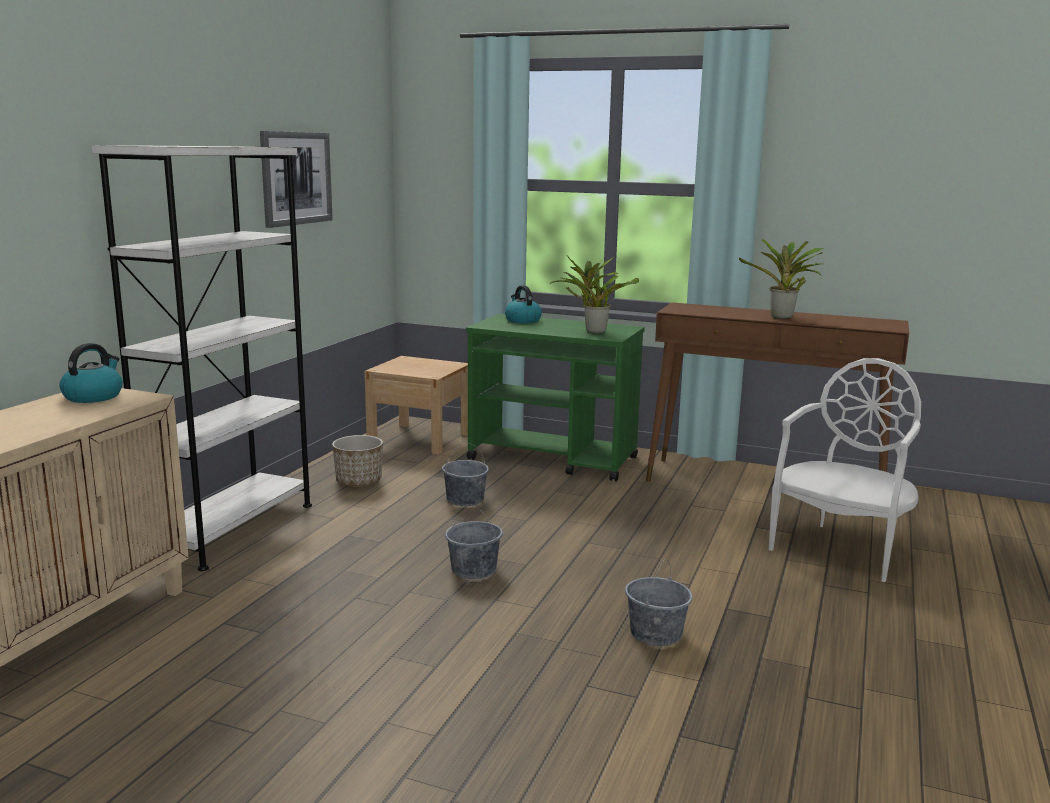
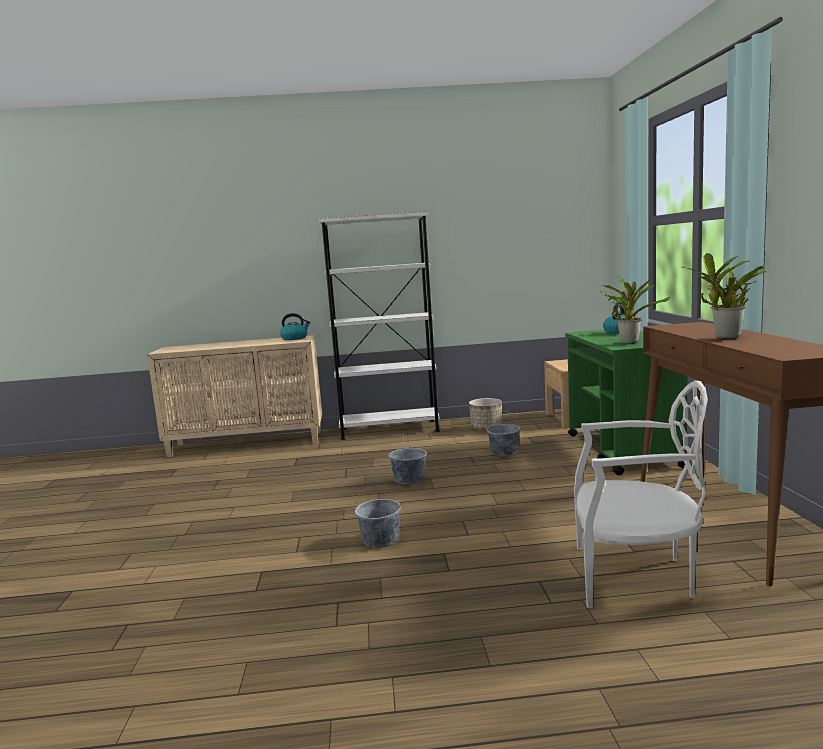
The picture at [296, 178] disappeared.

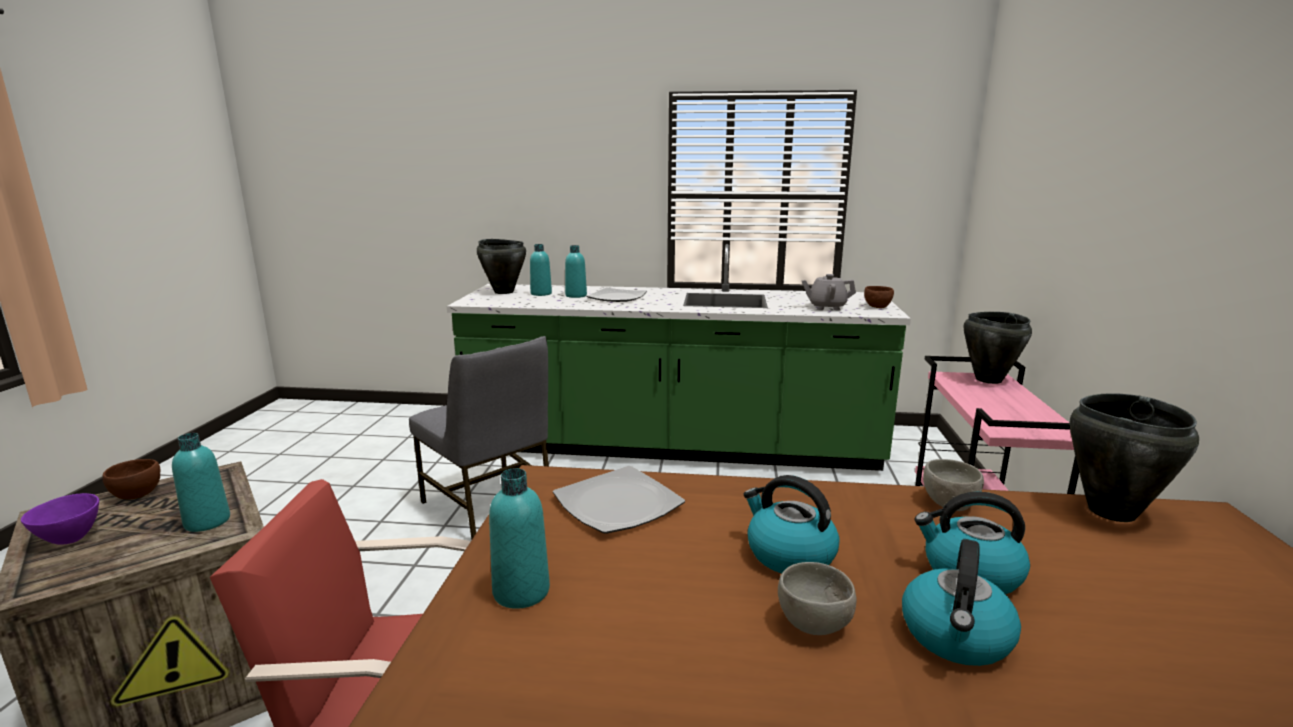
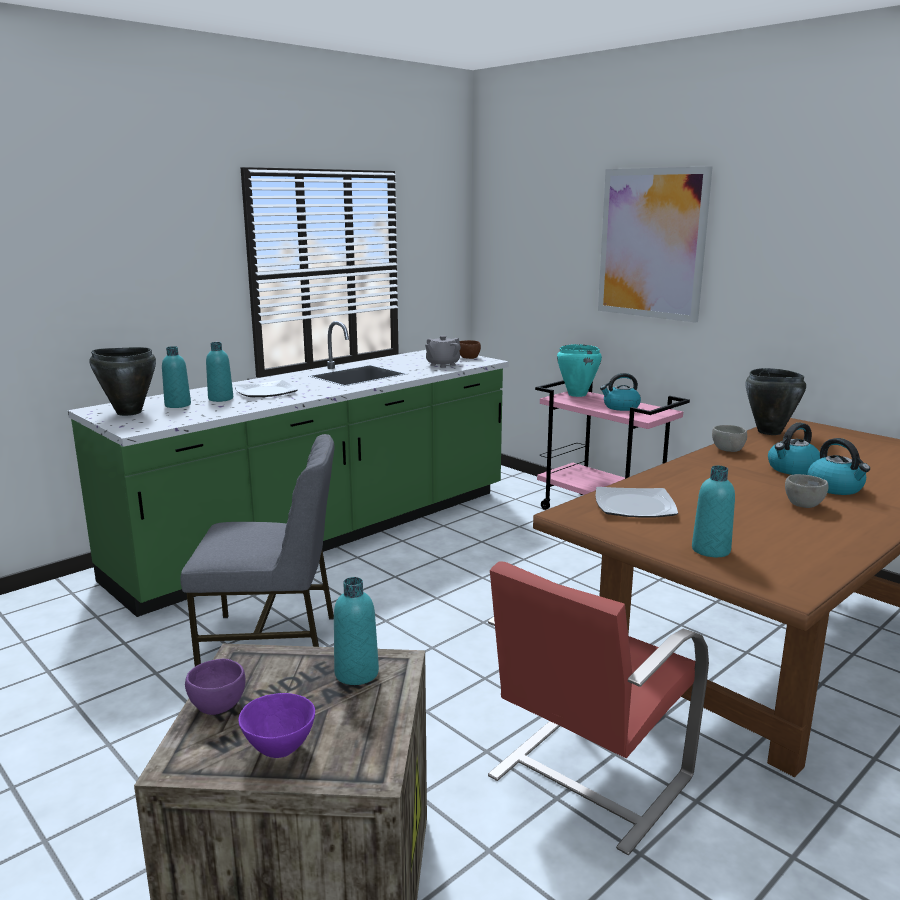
The deep dish/brown-coloured at [139, 494] became the deep dish/purple-coloured at [218, 705]. The tea kettle moved from [789, 554] to [620, 407]. The cooking pot/black-coloured at [987, 379] became the cooking pot/turquoise-coloured at [577, 394]. The picture at [652, 243] appeared.

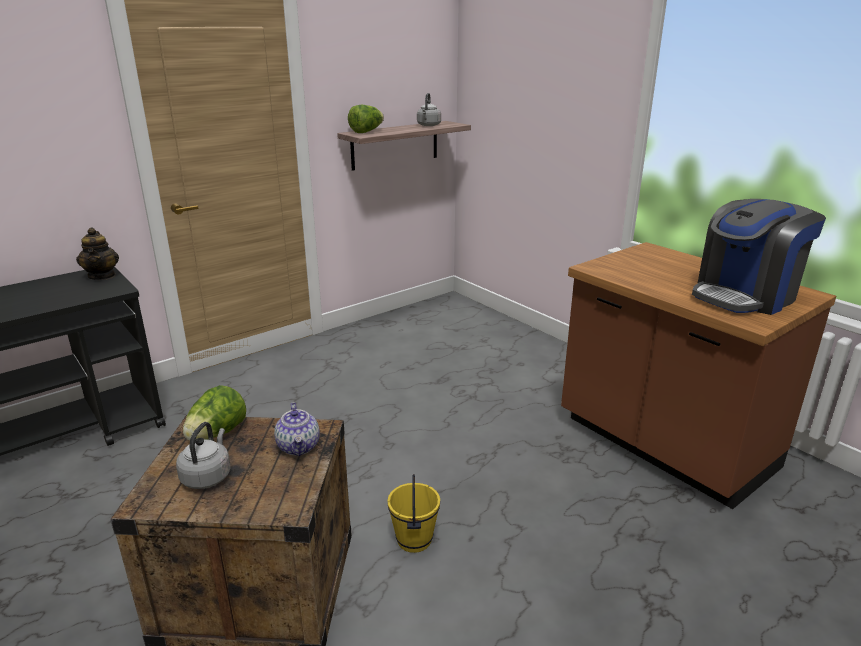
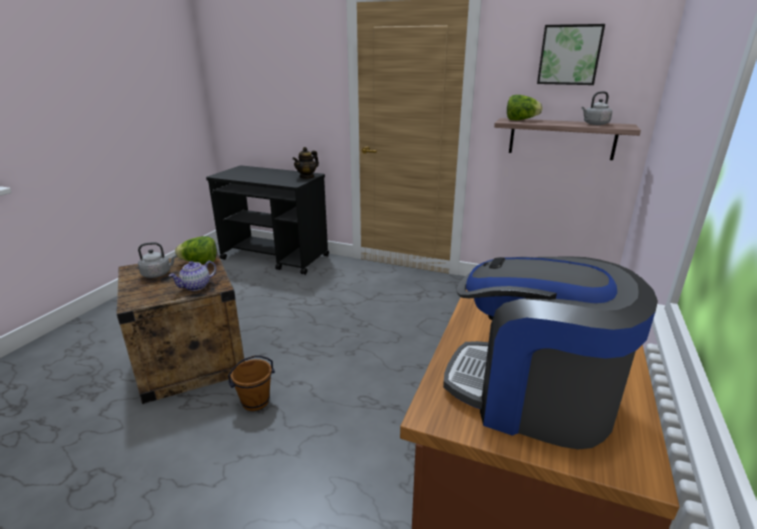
The water bucket/yellow at [415, 540] became the water bucket/brown-coloured at [255, 402]. The picture at [569, 55] appeared.

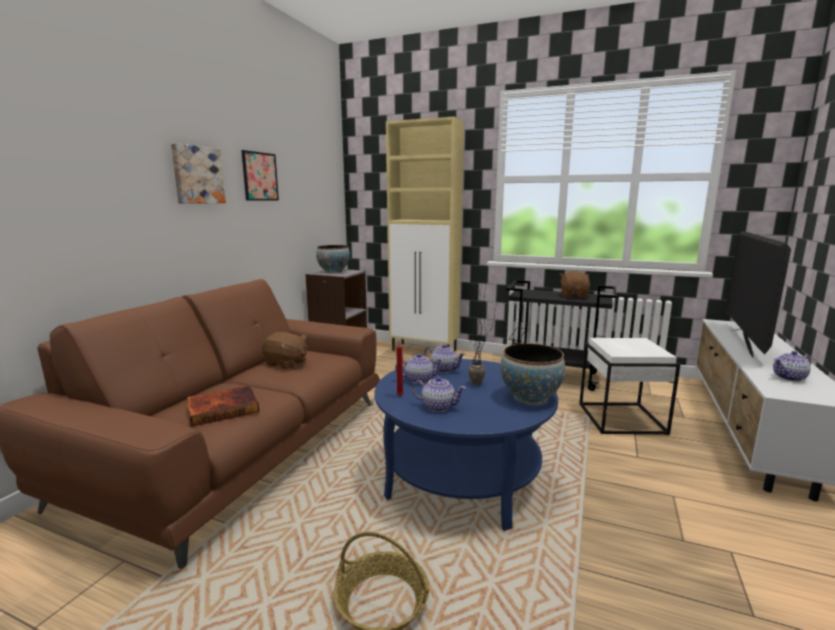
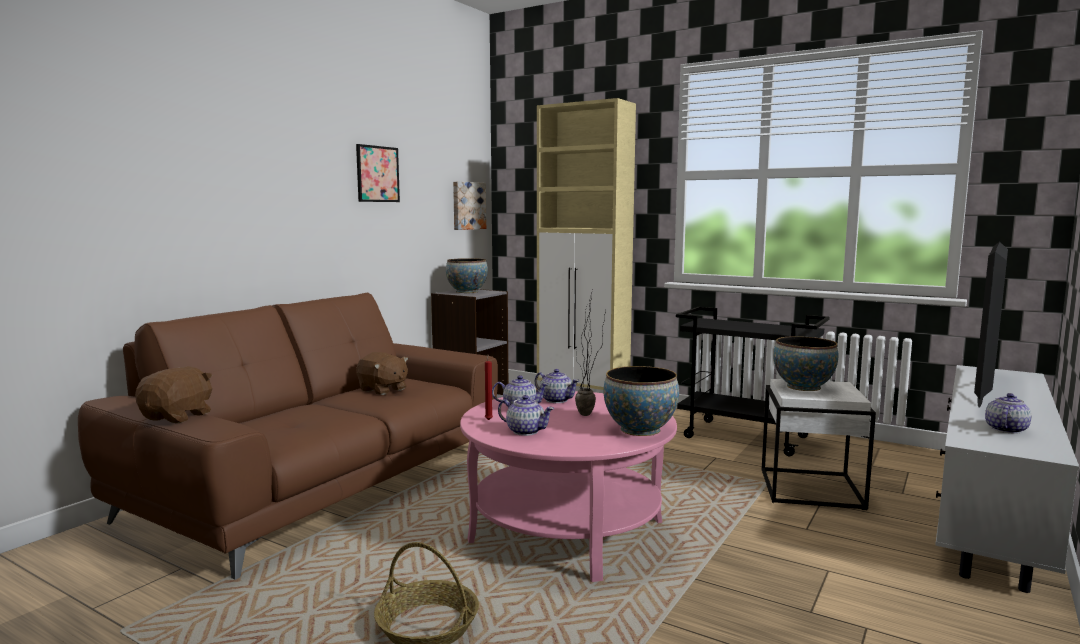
The picture moved from [197, 175] to [468, 205]. The bound book at [223, 408] disappeared. The coffee table/bluish at [462, 478] became the coffee table/pink-coloured at [567, 531]. The soft toy/brown-coloured moved from [574, 296] to [178, 416]. The tea pot at [789, 377] turned 135 degrees clockwise. The deep dish at [803, 387] appeared.

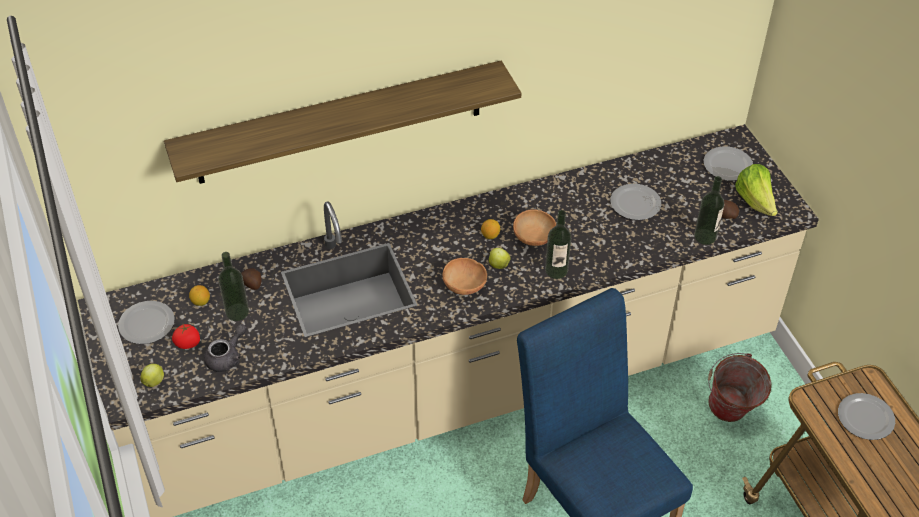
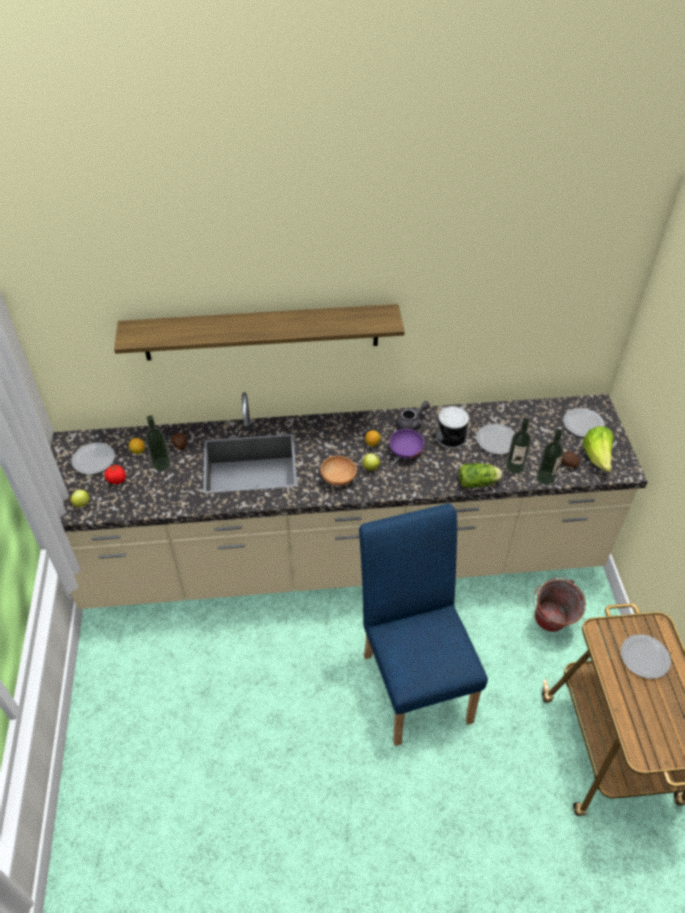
The tea pot/grey moved from [227, 357] to [412, 423]. The deep dish/brown-coloured at [533, 238] became the deep dish/purple-coloured at [405, 452]. The bottle moved from [556, 270] to [515, 466]. The can at [451, 437] appeared. The lettuce at [479, 482] appeared.

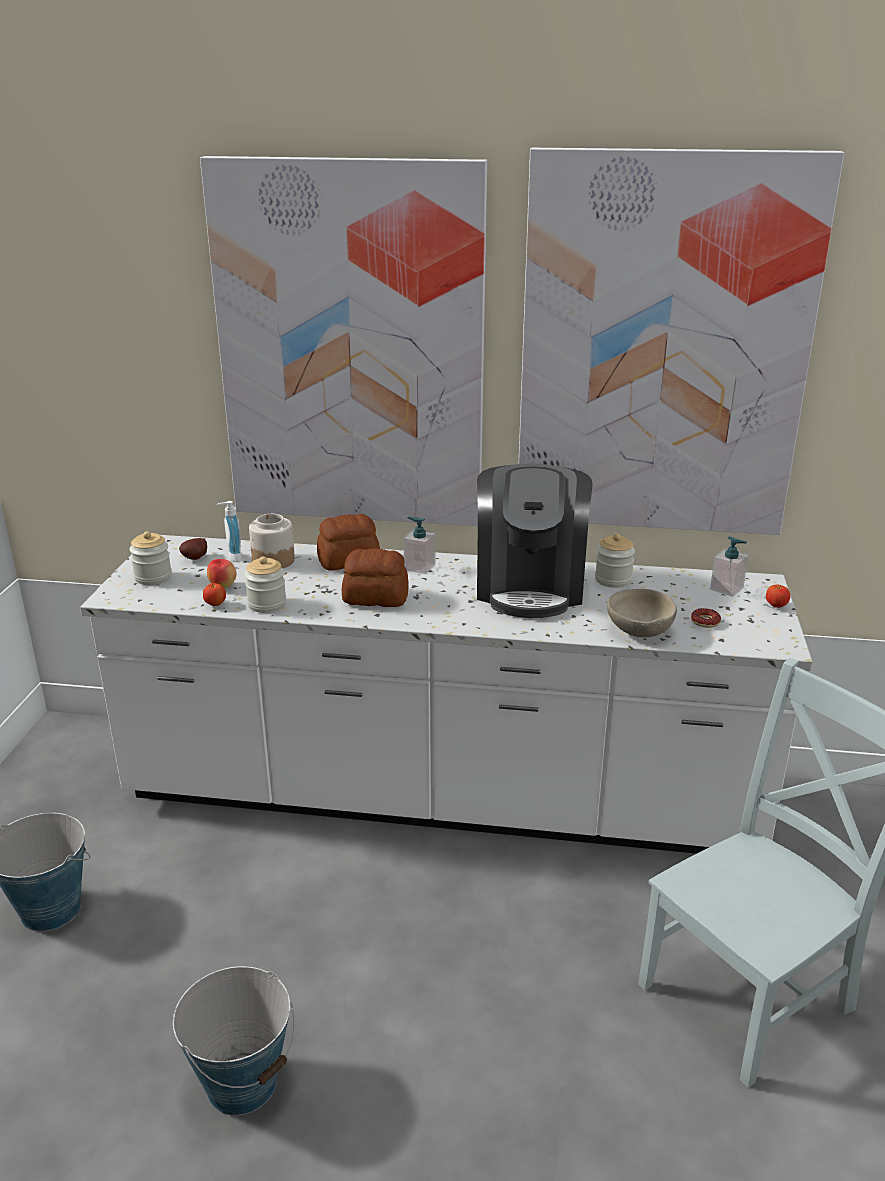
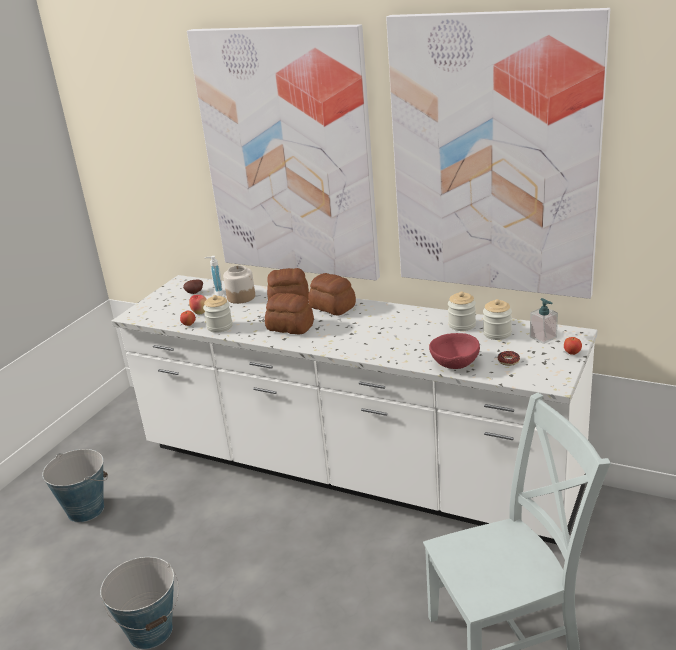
The jar moved from [153, 577] to [497, 333]. The soap bottle at [419, 567] was replaced by the bread at [332, 307]. The coffee brewer at [530, 587] disappeared. The deep dish/beige at [638, 631] became the deep dish/red at [454, 364].

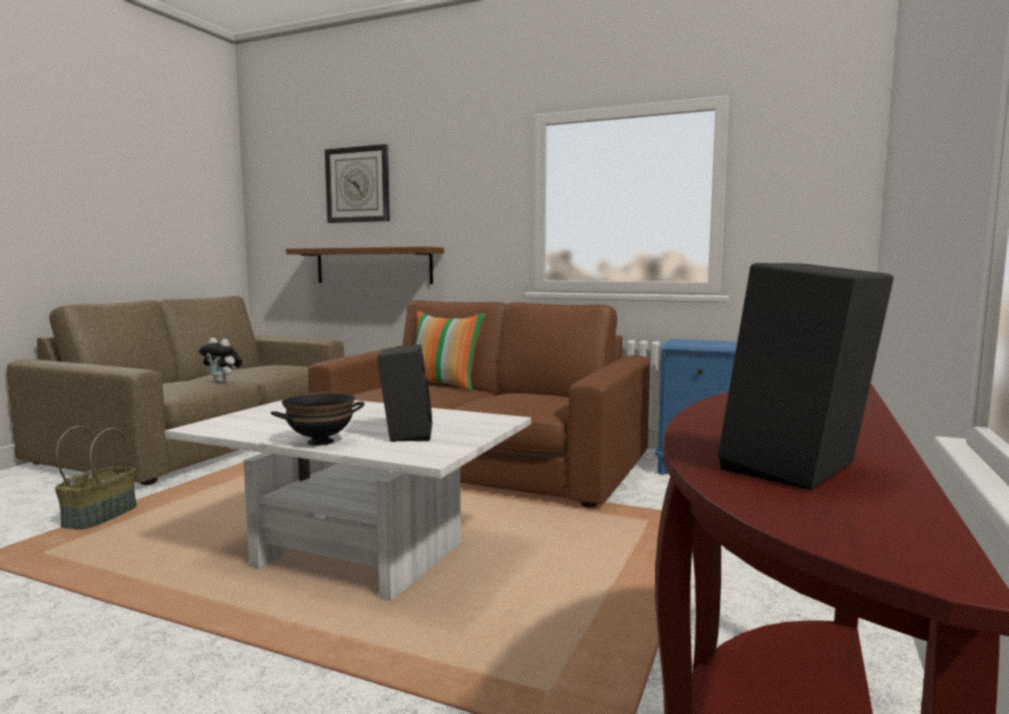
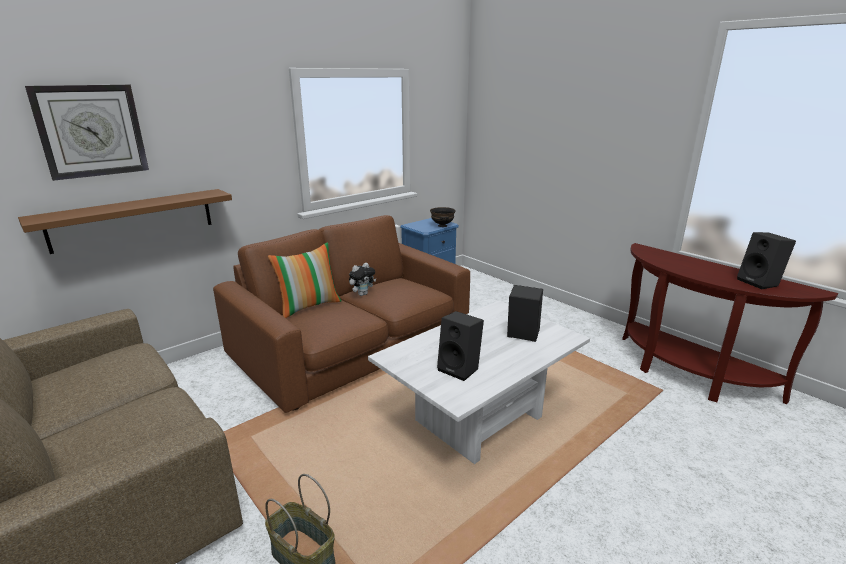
The soft toy moved from [222, 382] to [362, 294]. The deep dish/black-coloured moved from [320, 442] to [442, 225]. The audio speaker/black-coloured at [460, 369] appeared.

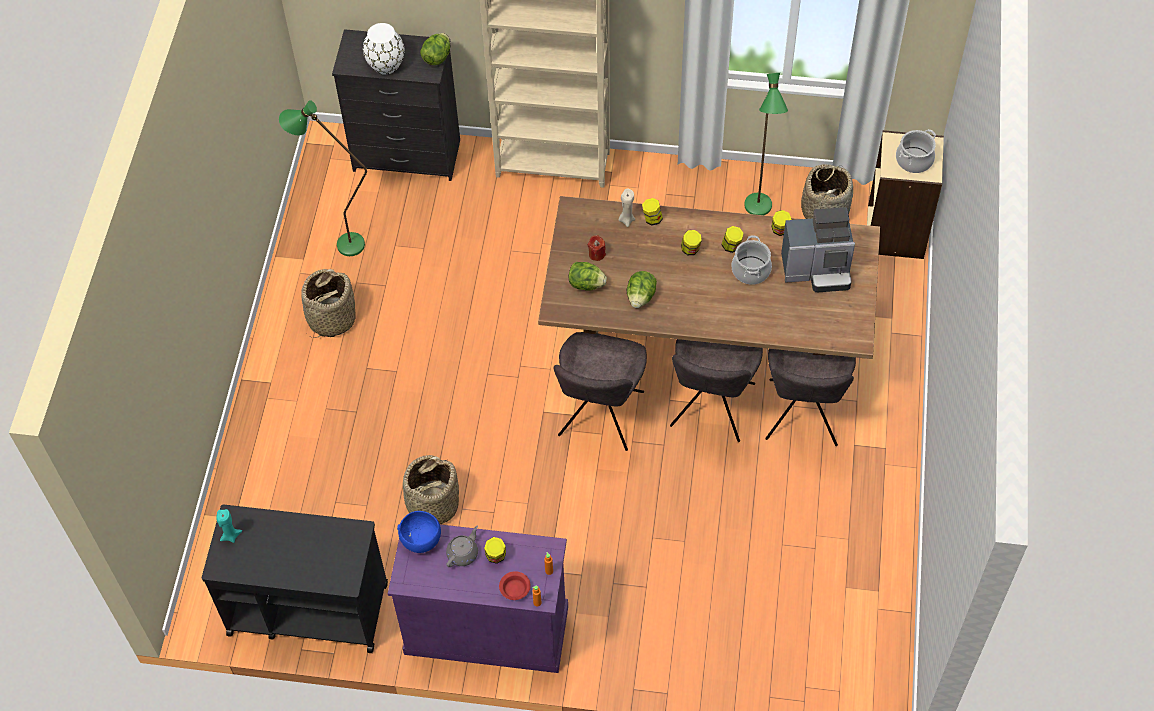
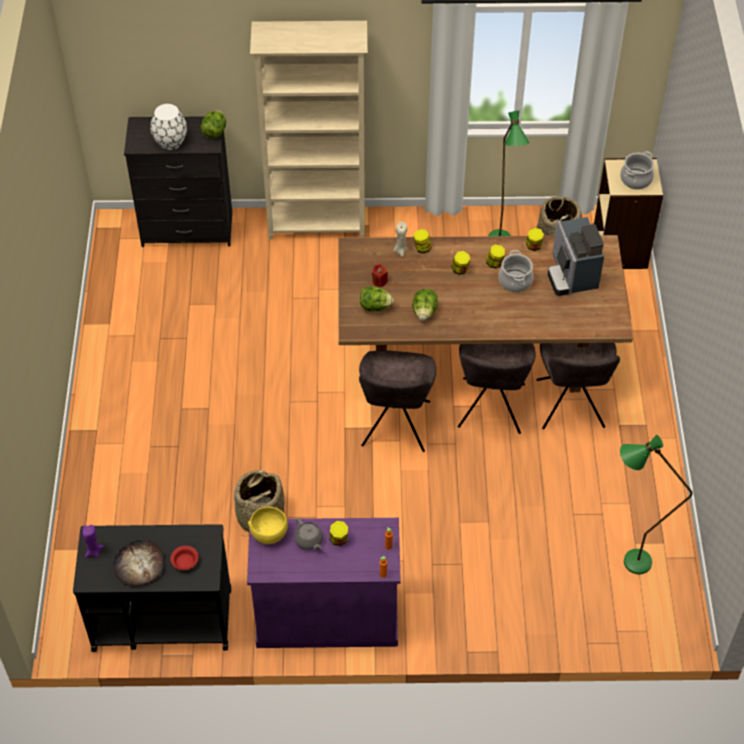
The wax light/turquoise-coloured at [230, 535] became the wax light/purple-coloured at [94, 551]. The standing lamp/green-coloured moved from [340, 244] to [626, 562]. The basket at [331, 319] disappeared. The deep dish/bluish at [421, 540] became the deep dish/yellow at [269, 534]. The tea pot/grey at [463, 553] turned 120 degrees clockwise. The deep dish/red moved from [515, 589] to [185, 562]. The coffee brewer at [817, 270] turned 90 degrees clockwise. The bread at [139, 565] appeared.

